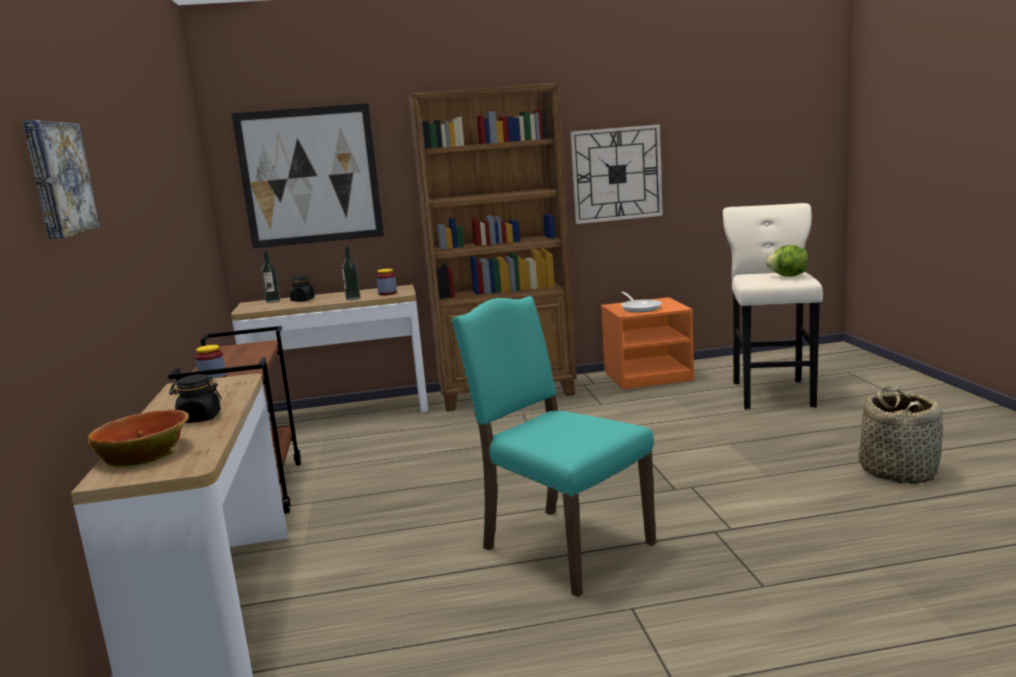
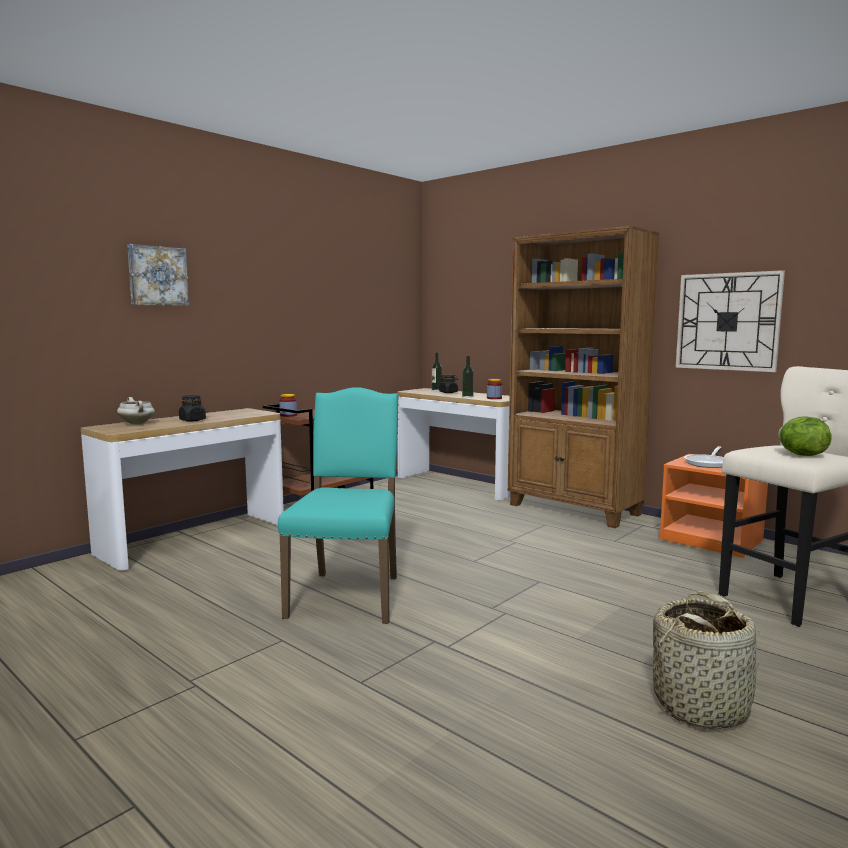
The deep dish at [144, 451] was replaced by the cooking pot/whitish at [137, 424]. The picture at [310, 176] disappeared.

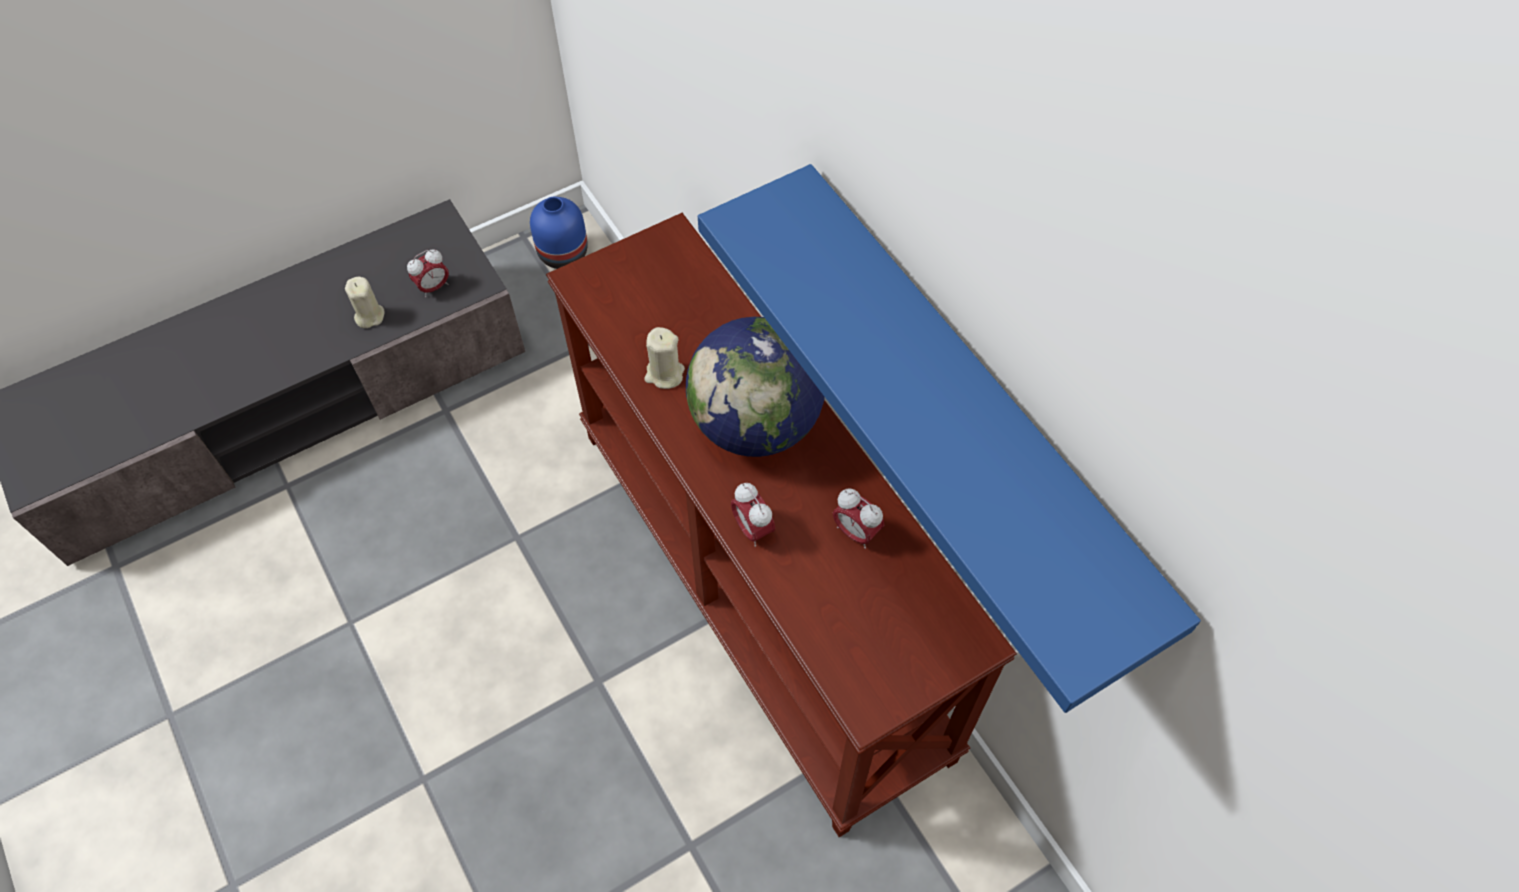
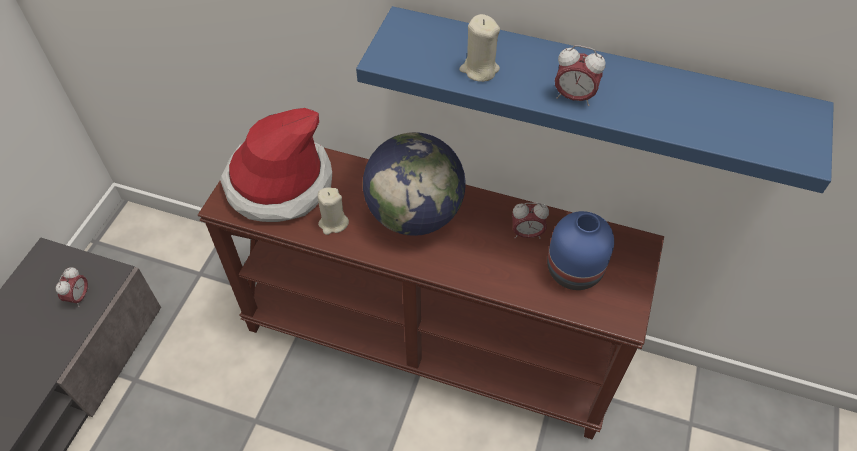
The wax light/beige moved from [369, 316] to [479, 69]. The decorative vase/bluish moved from [564, 253] to [575, 269]. The alarm clock moved from [752, 529] to [574, 97]. The wearable hat at [279, 183] appeared.

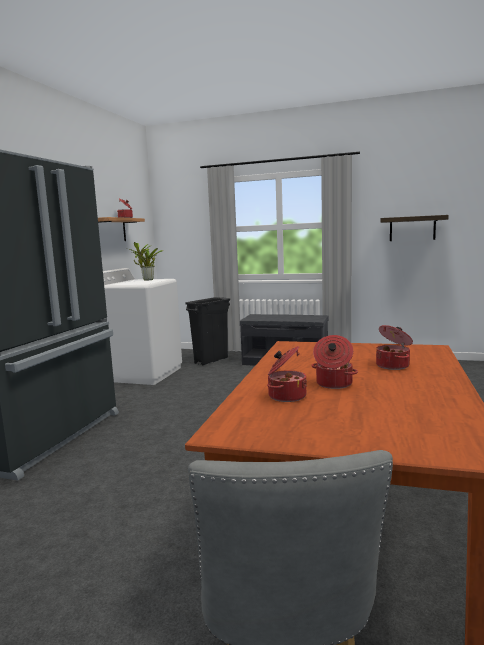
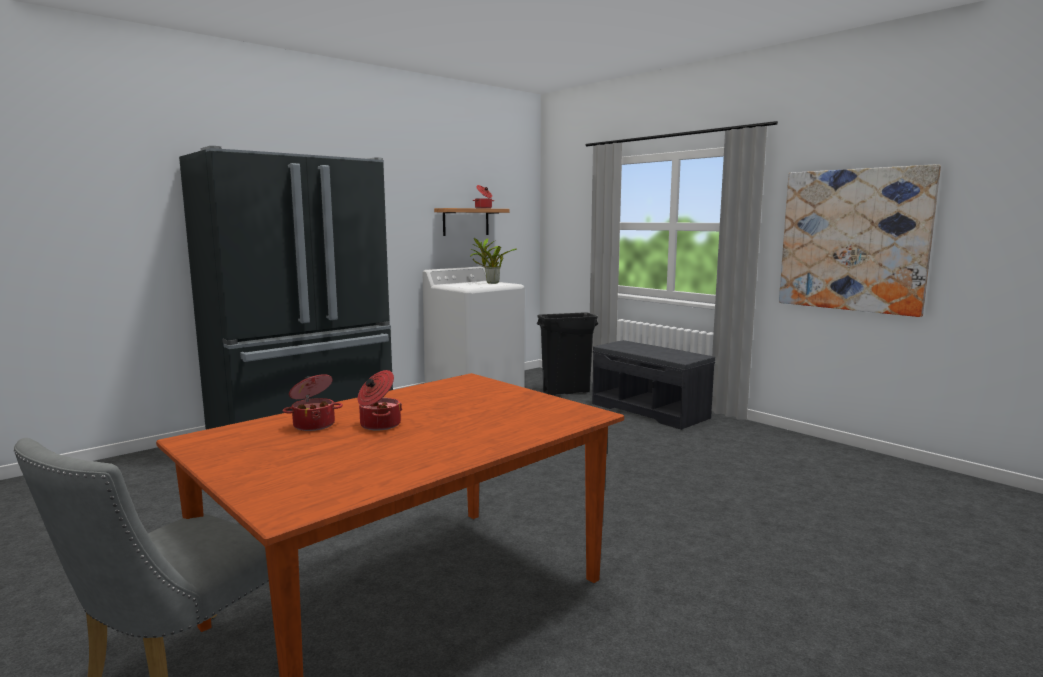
The cooking pot at [393, 365] disappeared. The shelf at [412, 228] was replaced by the picture at [853, 240].

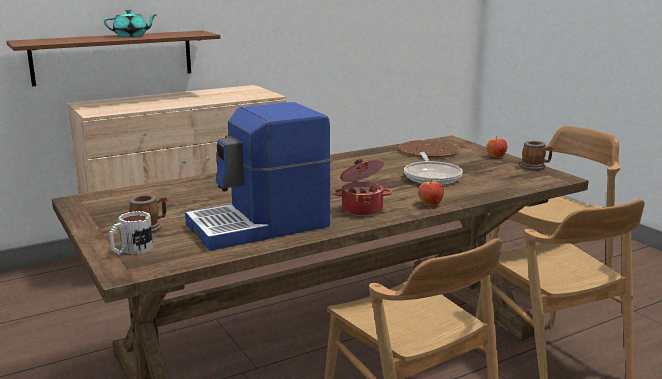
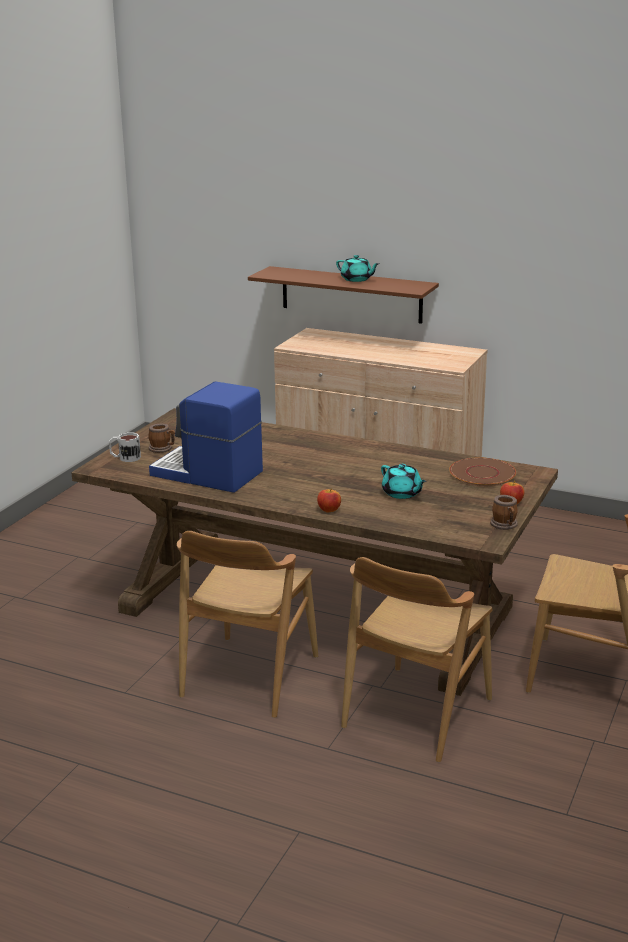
The cooking pot at [362, 209] disappeared. The frying pan at [432, 176] was replaced by the tea pot/turquoise-coloured at [402, 493].

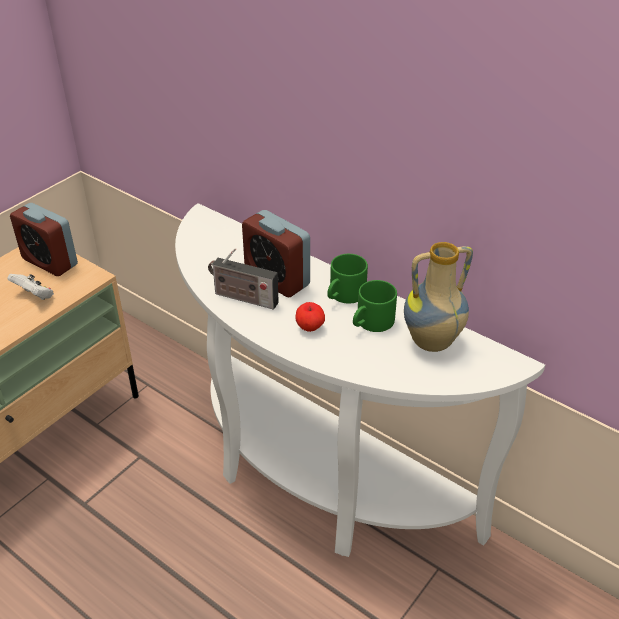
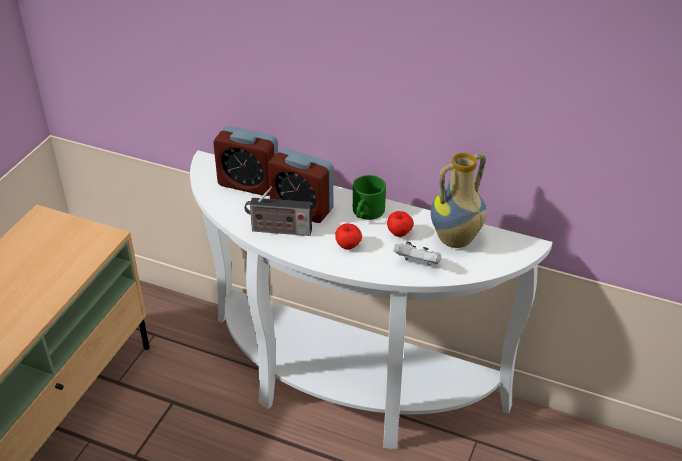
The game controller/whitish moved from [35, 296] to [418, 264]. The alarm clock moved from [50, 262] to [248, 184]. The tea mug/green-coloured at [371, 323] was replaced by the apple at [399, 233].

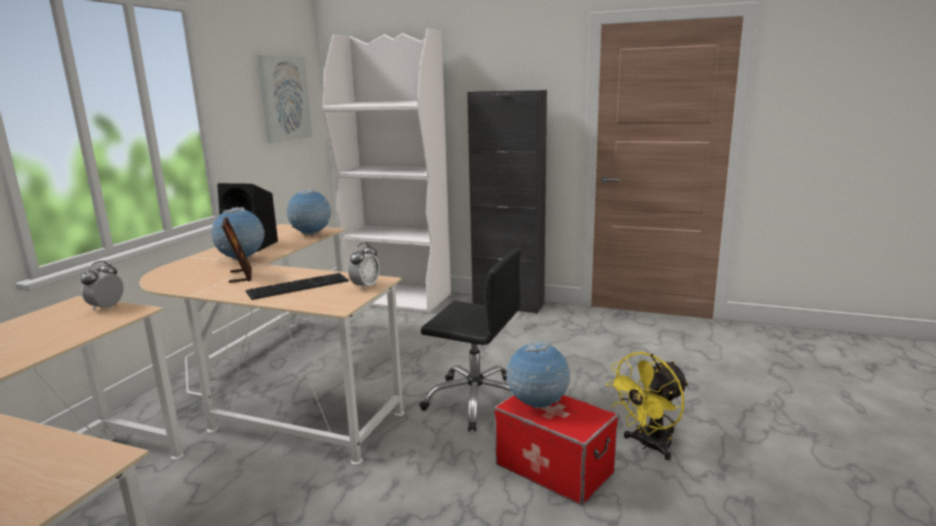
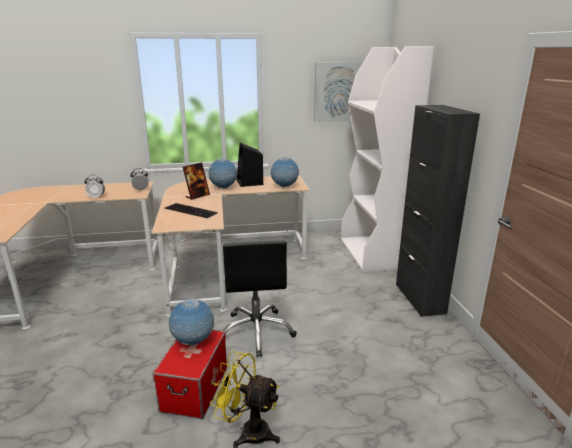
The alarm clock moved from [365, 286] to [96, 197].

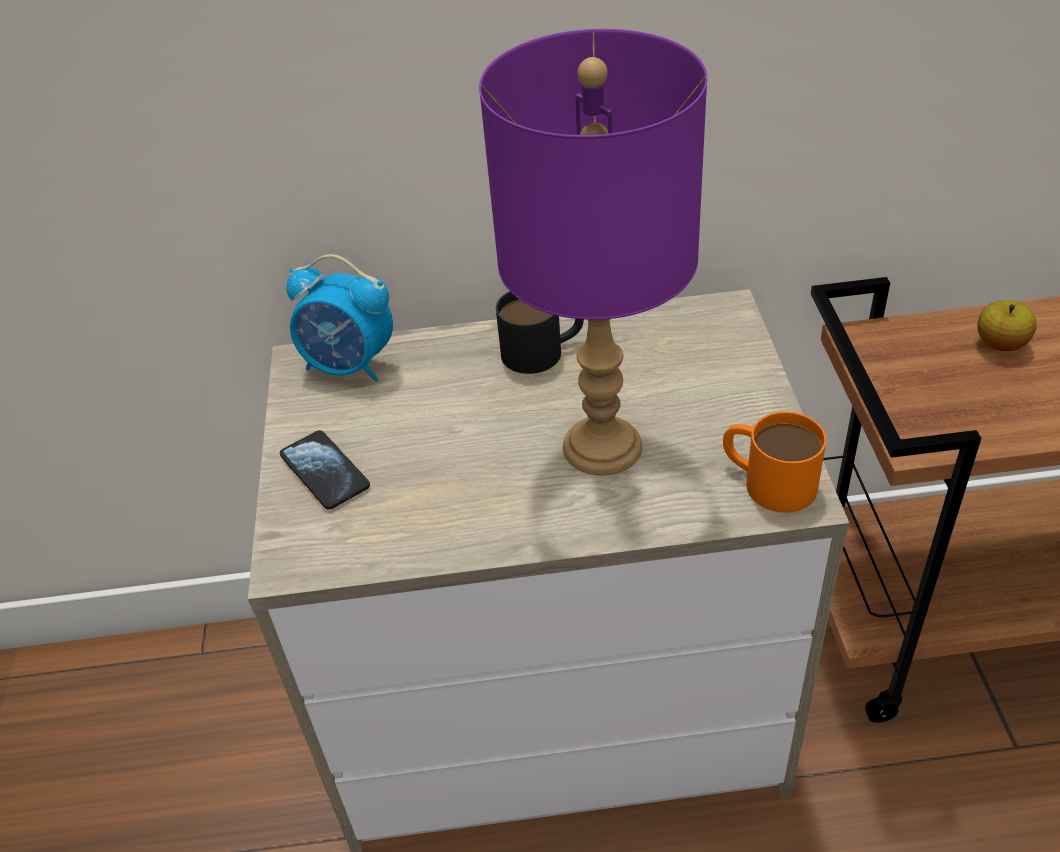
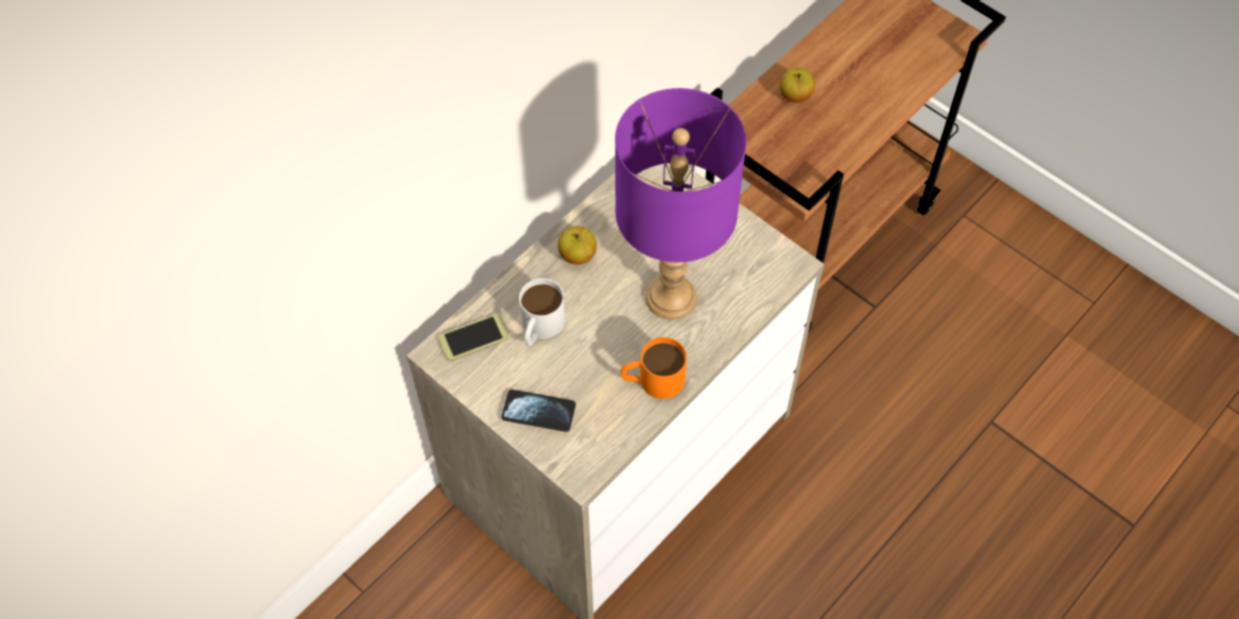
The alarm clock at [350, 366] was replaced by the handset at [474, 338]. The tea mug/black-coloured at [543, 350] was replaced by the apple at [577, 255]. The tea mug/orange moved from [767, 480] to [652, 379]. The tea mug/whitish at [539, 327] appeared.

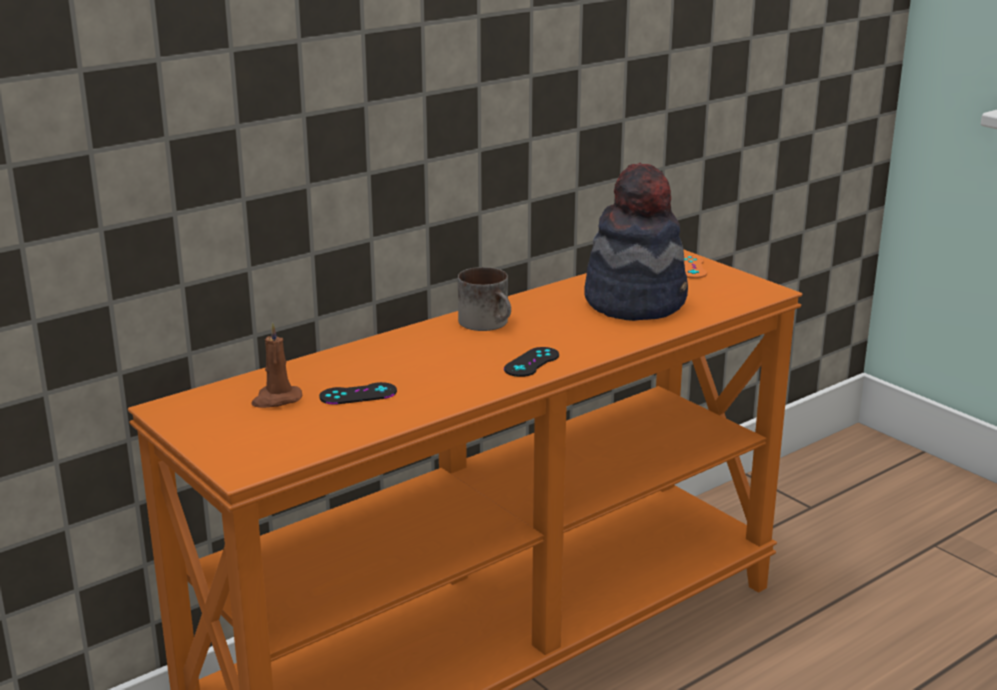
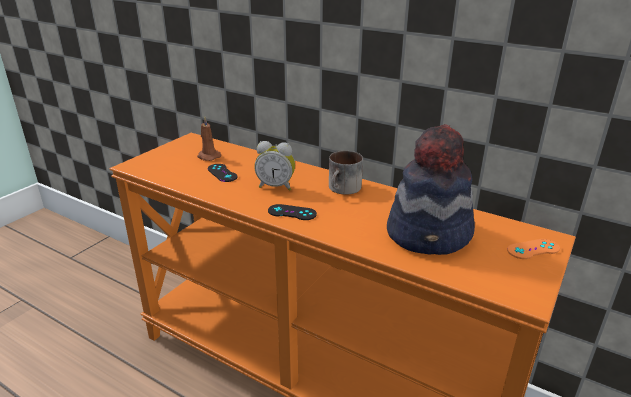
The alarm clock at [276, 186] appeared.

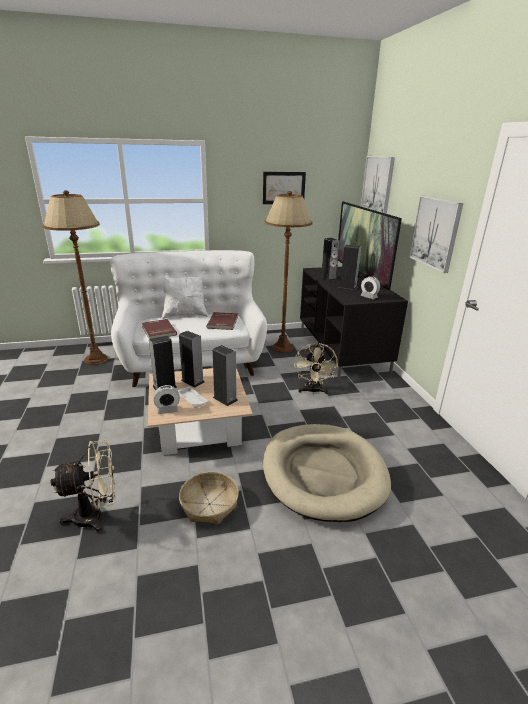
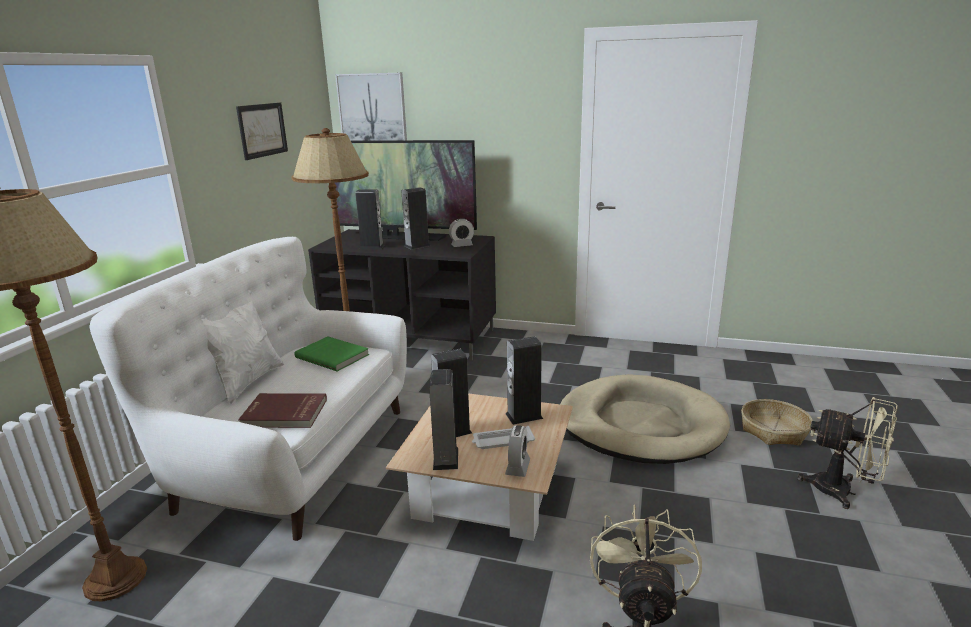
The basket moved from [209, 504] to [773, 430]. The bound book/red at [223, 322] became the bound book/green-coloured at [333, 356]. The cooling fan/beige moved from [312, 391] to [843, 491]. The picture at [435, 232] disappeared.

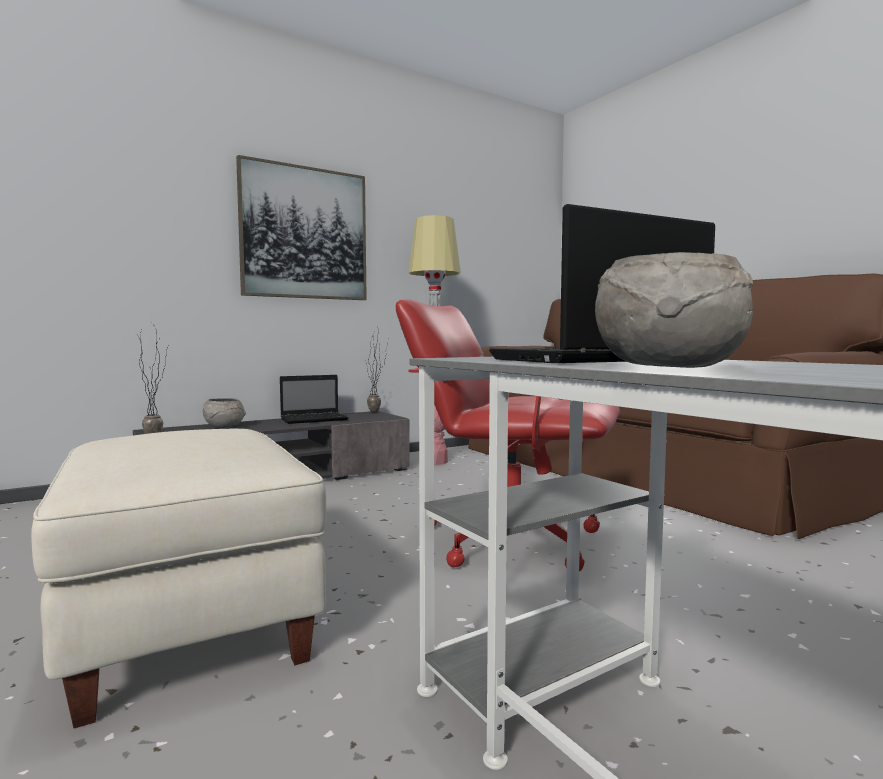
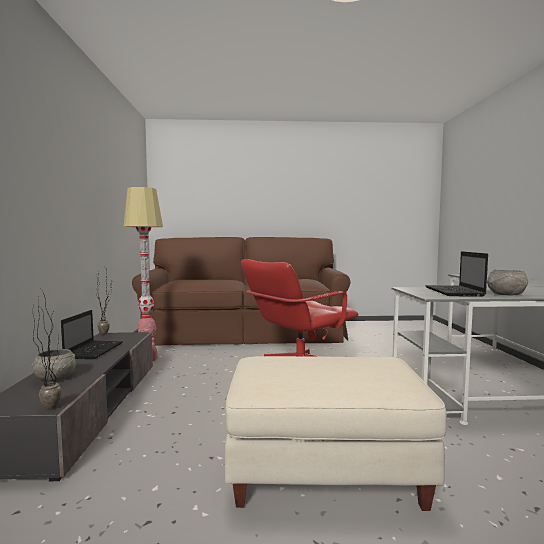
The picture at [304, 233] disappeared.

